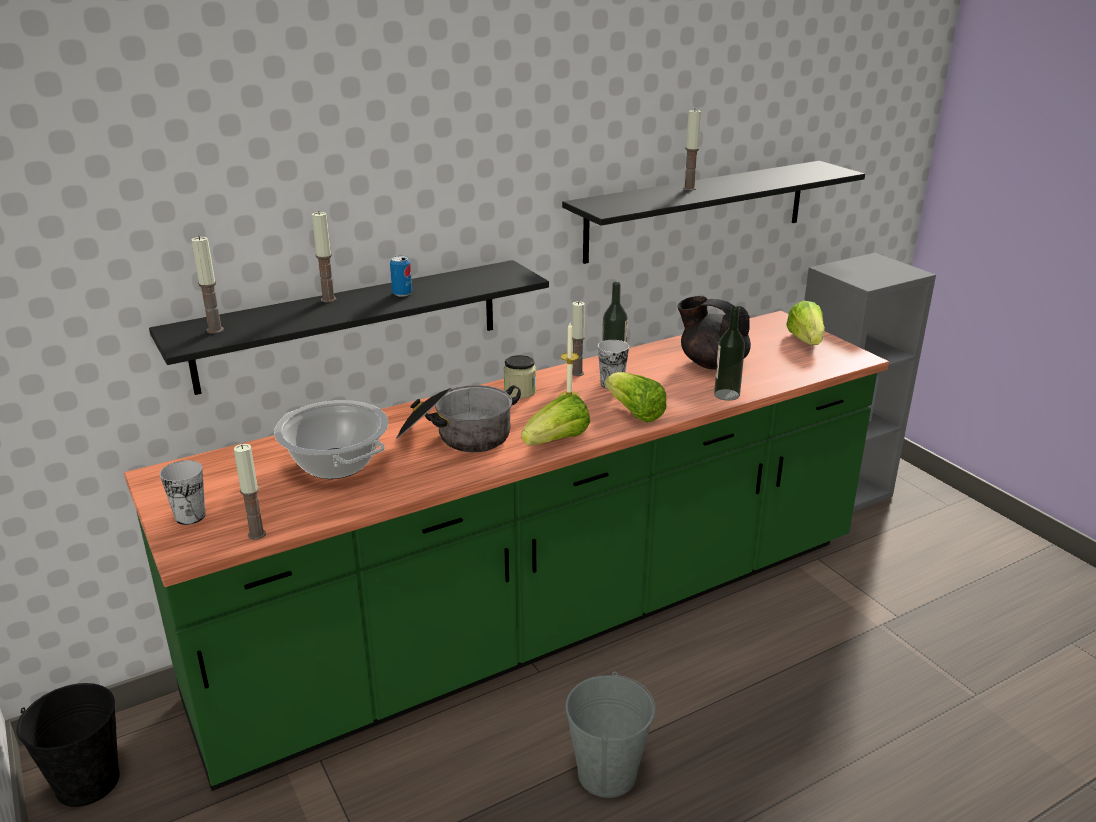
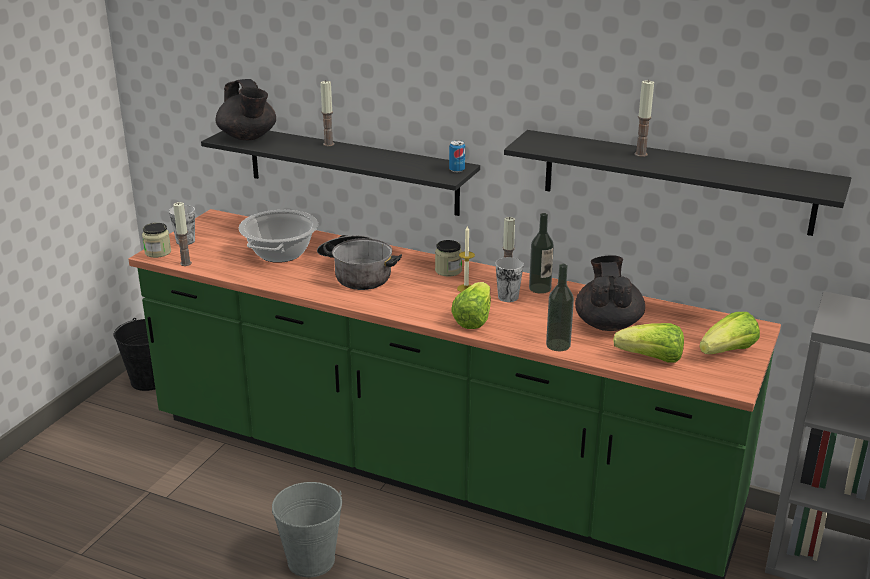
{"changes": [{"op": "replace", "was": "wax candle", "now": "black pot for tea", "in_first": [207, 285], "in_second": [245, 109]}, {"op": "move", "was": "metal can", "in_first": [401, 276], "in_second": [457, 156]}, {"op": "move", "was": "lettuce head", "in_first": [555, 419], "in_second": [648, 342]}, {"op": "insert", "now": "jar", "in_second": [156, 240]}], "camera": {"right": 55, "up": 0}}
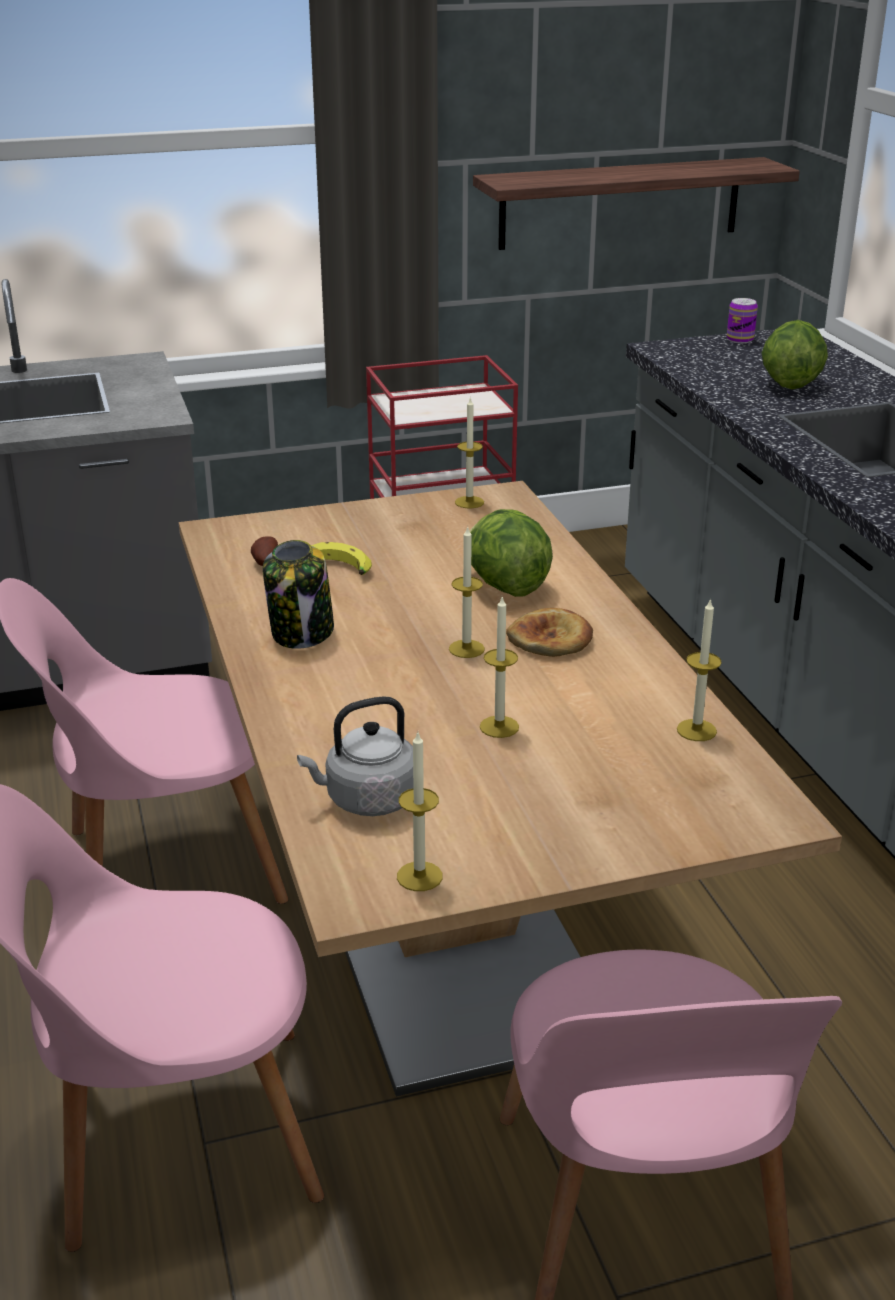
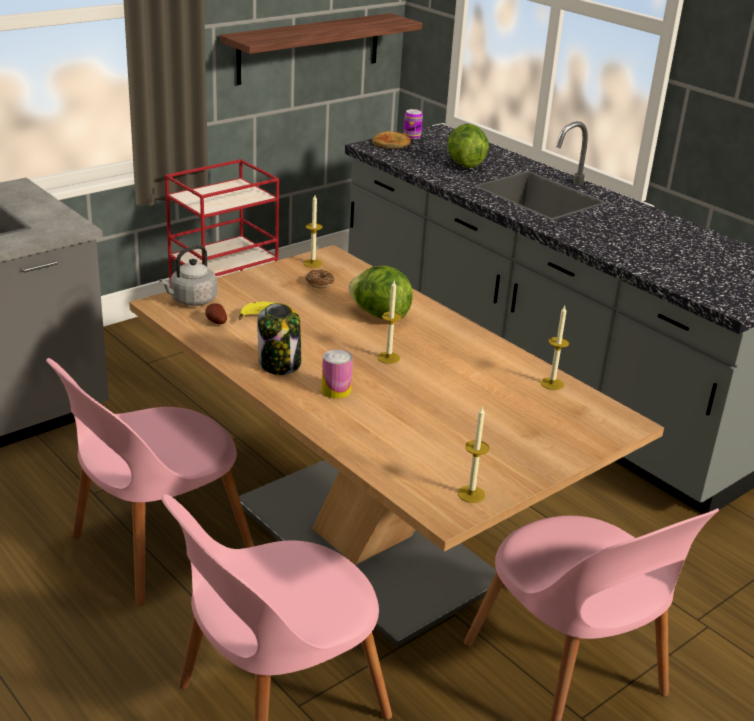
{"changes": [{"op": "move", "was": "gray tea kettle", "in_first": [355, 756], "in_second": [188, 275]}, {"op": "delete", "was": "wax candle", "in_first": [499, 667]}, {"op": "move", "was": "bakery bread", "in_first": [549, 632], "in_second": [391, 140]}, {"op": "insert", "now": "doughnut", "in_second": [320, 279]}, {"op": "insert", "now": "metal can", "in_second": [337, 374]}], "camera": {"right": -25, "up": 0}}
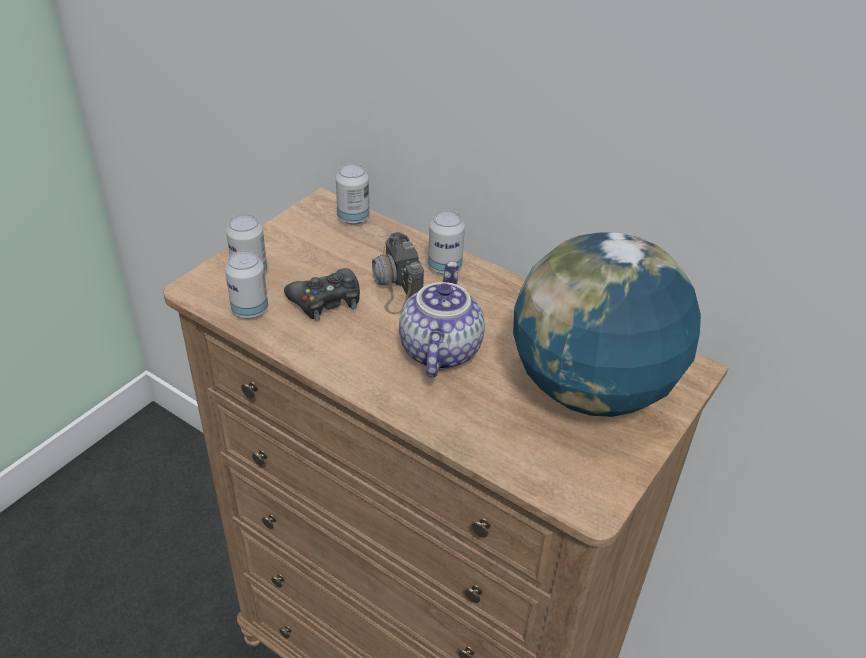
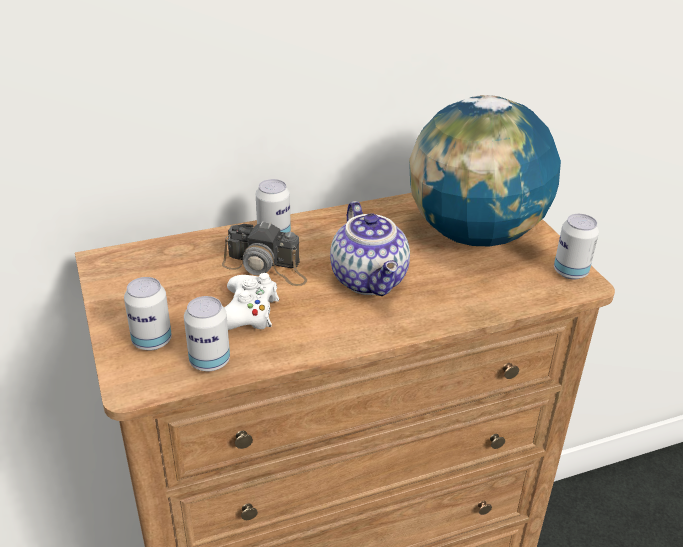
{"changes": [{"op": "recolor", "was": "black gamepad", "now": "whitish gamepad", "in_first": [322, 294], "in_second": [251, 301]}, {"op": "move", "was": "metal can", "in_first": [352, 194], "in_second": [576, 247]}, {"op": "rotate", "was": "pot for tea", "in_first": [442, 319], "in_second": [370, 248], "clockwise": -150}], "camera": {"right": -55, "up": -5}}
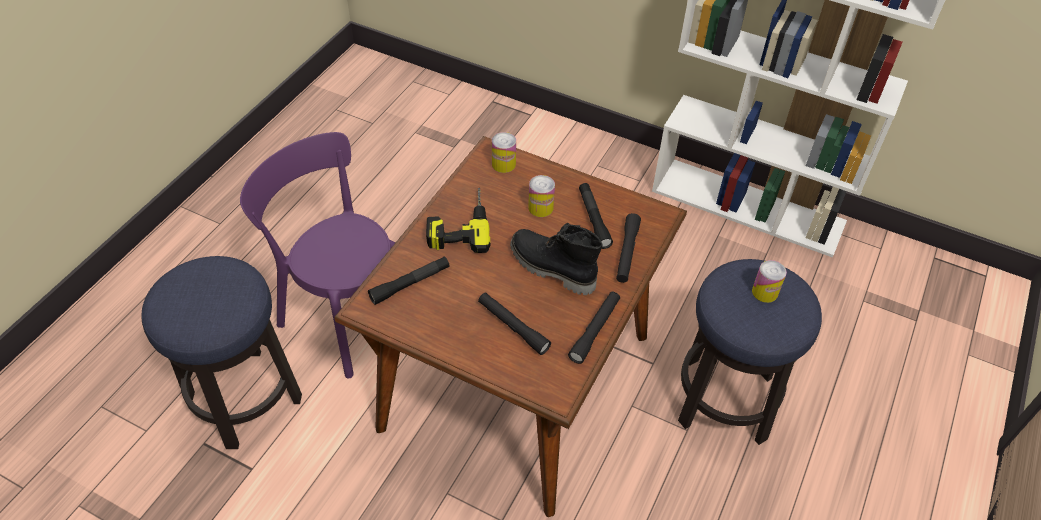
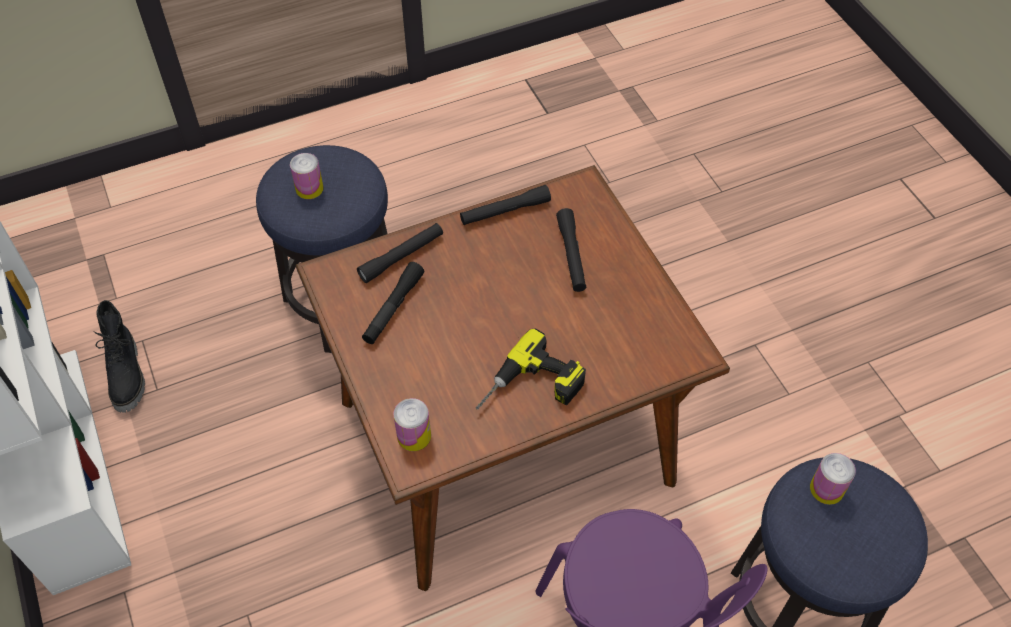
{"changes": [{"op": "delete", "was": "black torch", "in_first": [409, 280]}, {"op": "move", "was": "black high-top boot", "in_first": [556, 259], "in_second": [119, 356]}, {"op": "move", "was": "metal can", "in_first": [541, 196], "in_second": [833, 479]}], "camera": {"right": -140, "up": 5}}
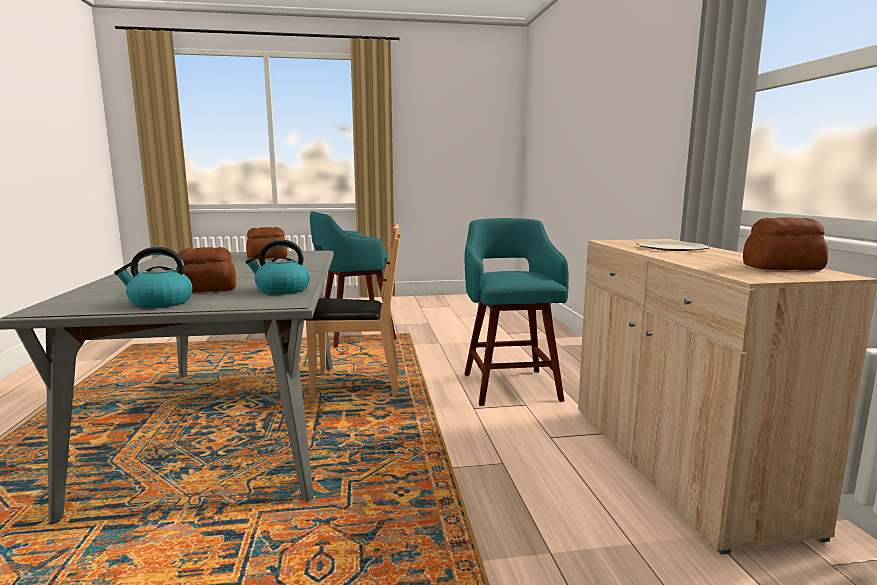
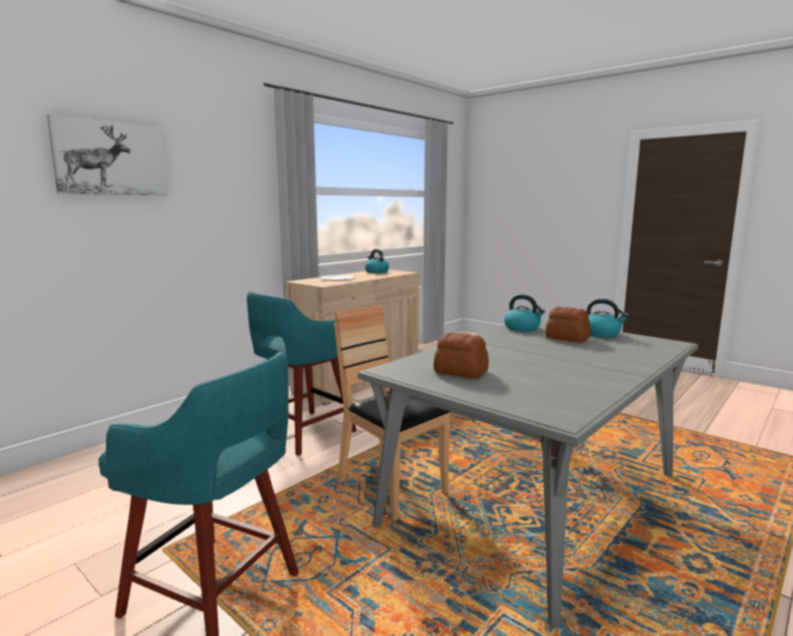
{"changes": [{"op": "replace", "was": "bakery bread", "now": "tea kettle", "in_first": [785, 243], "in_second": [377, 261]}, {"op": "insert", "now": "wall picture", "in_second": [107, 154]}], "camera": {"right": -130, "up": 0}}
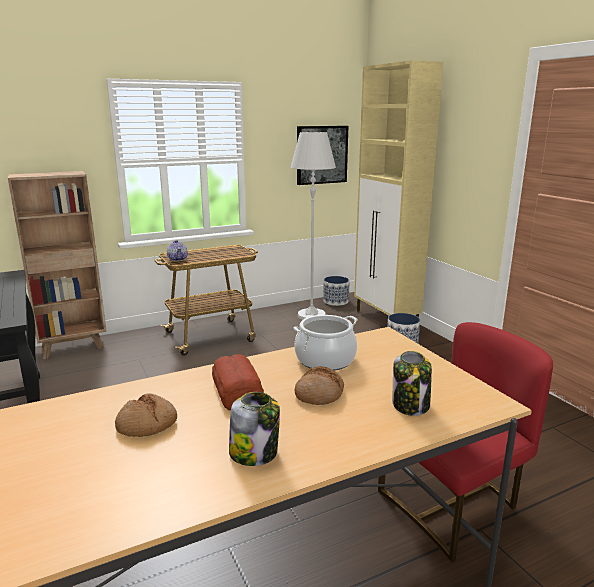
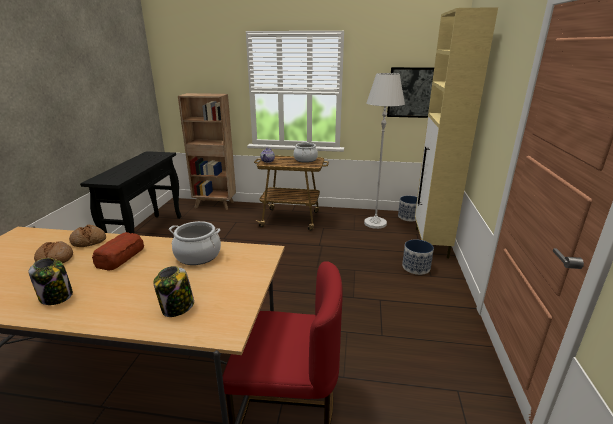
{"changes": [{"op": "move", "was": "bakery bread", "in_first": [319, 385], "in_second": [87, 236]}, {"op": "insert", "now": "stockpot", "in_second": [306, 152]}], "camera": {"right": 35, "up": 5}}
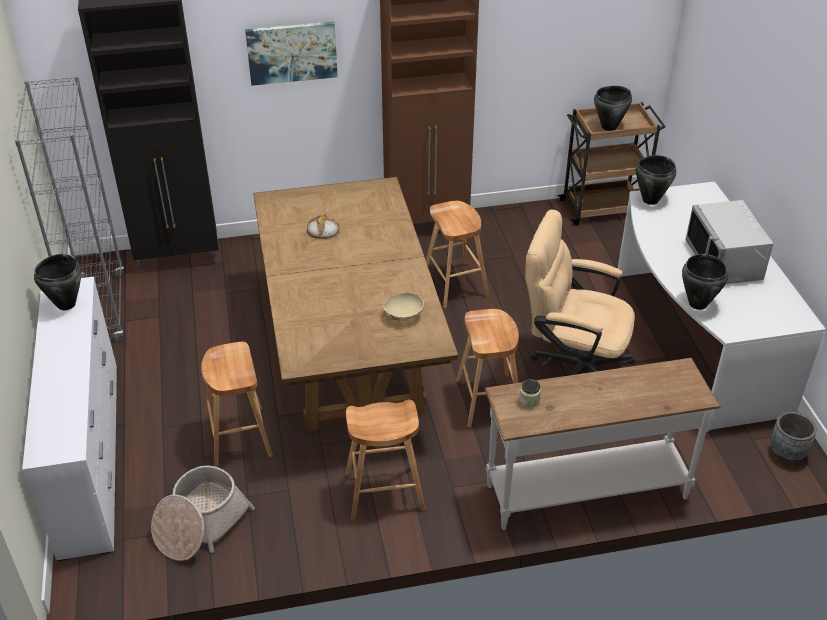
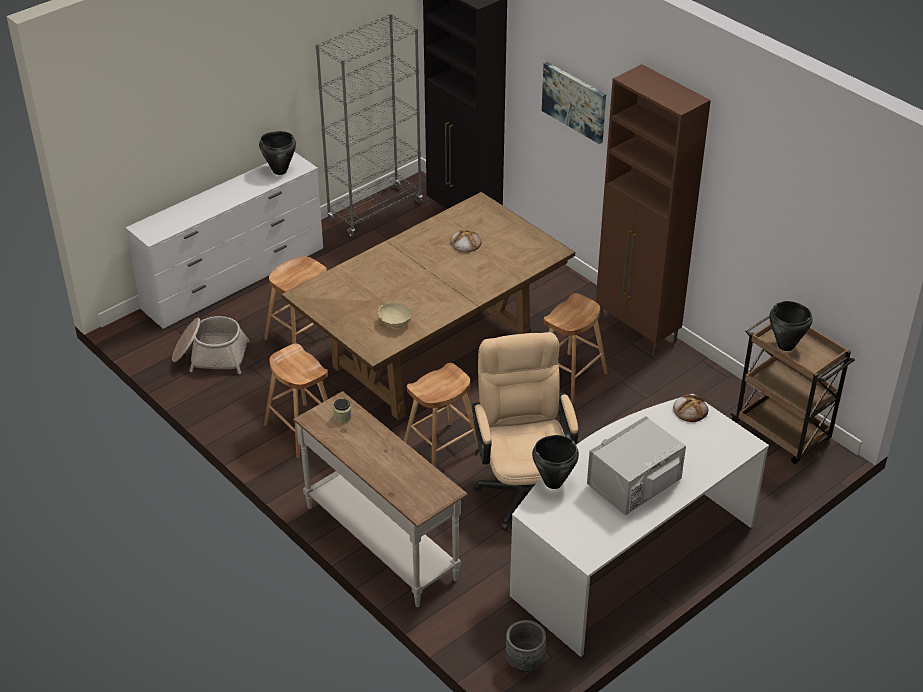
{"changes": [{"op": "replace", "was": "black stockpot", "now": "bakery bread", "in_first": [656, 180], "in_second": [690, 408]}], "camera": {"right": 60, "up": 0}}
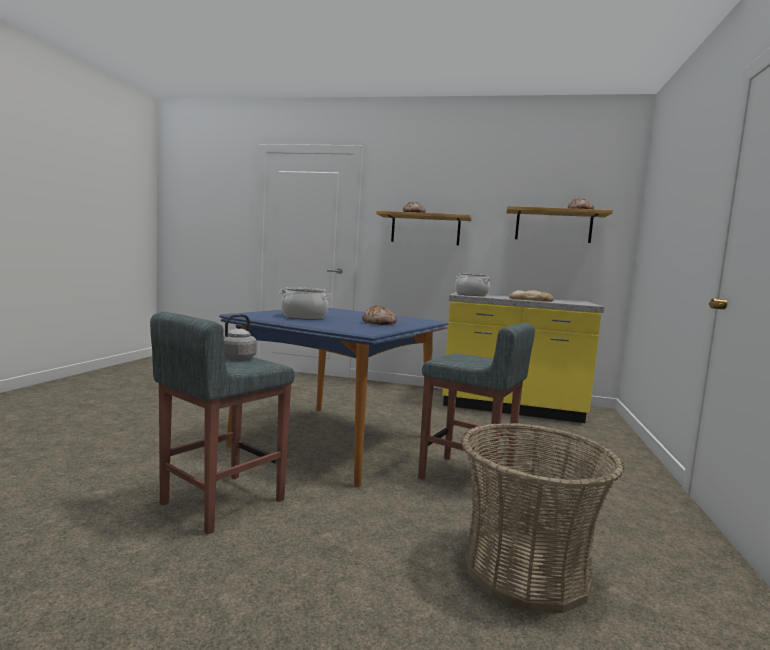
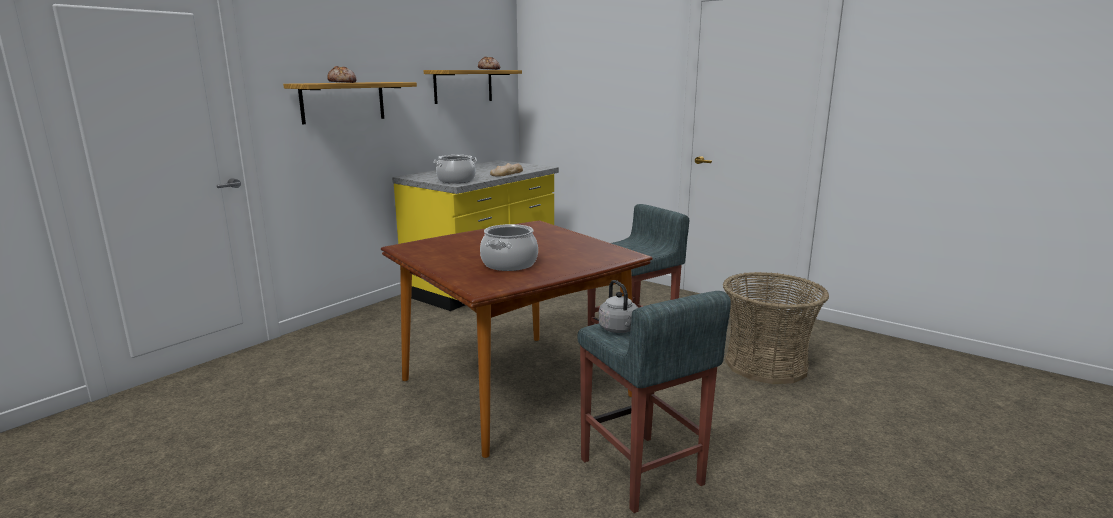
{"changes": [{"op": "recolor", "was": "blue kitchen table", "now": "brown kitchen table", "in_first": [334, 397], "in_second": [517, 339]}, {"op": "delete", "was": "bakery bread", "in_first": [379, 315]}], "camera": {"right": -65, "up": 10}}
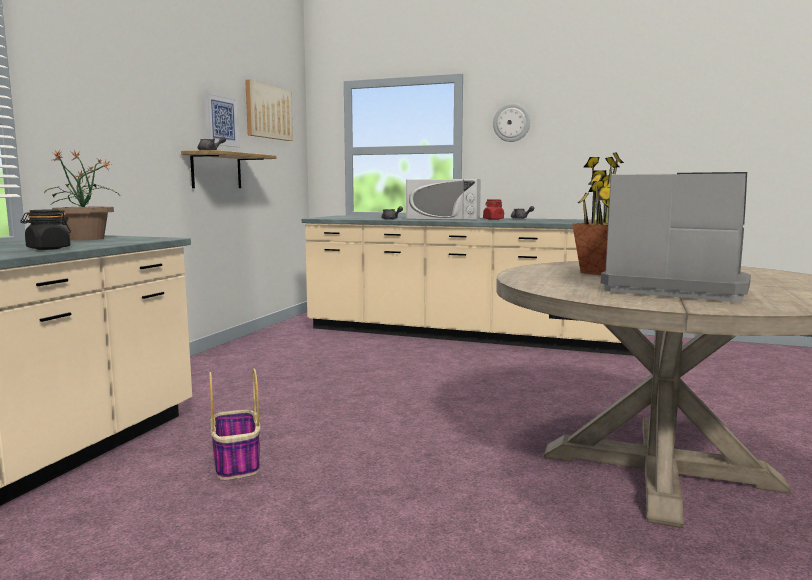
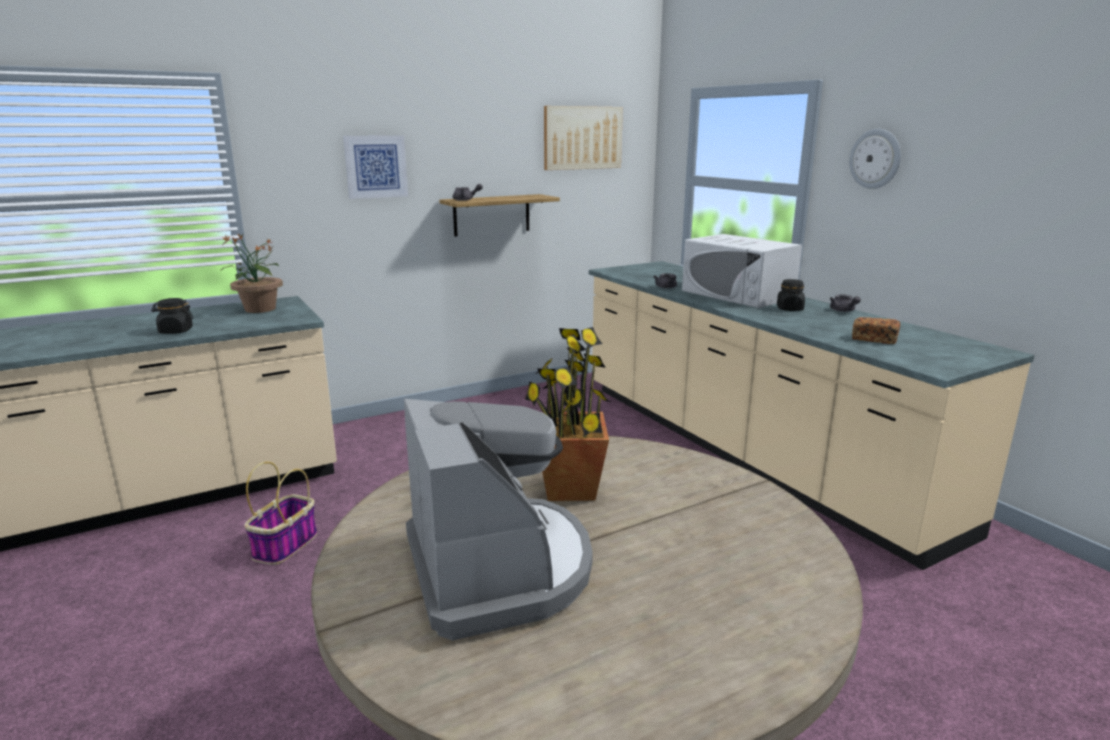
{"changes": [{"op": "move", "was": "wall picture", "in_first": [222, 119], "in_second": [375, 167]}, {"op": "recolor", "was": "red-coloured jar", "now": "black jar", "in_first": [493, 209], "in_second": [791, 295]}, {"op": "insert", "now": "bakery bread", "in_second": [876, 330]}], "camera": {"right": 40, "up": 10}}
